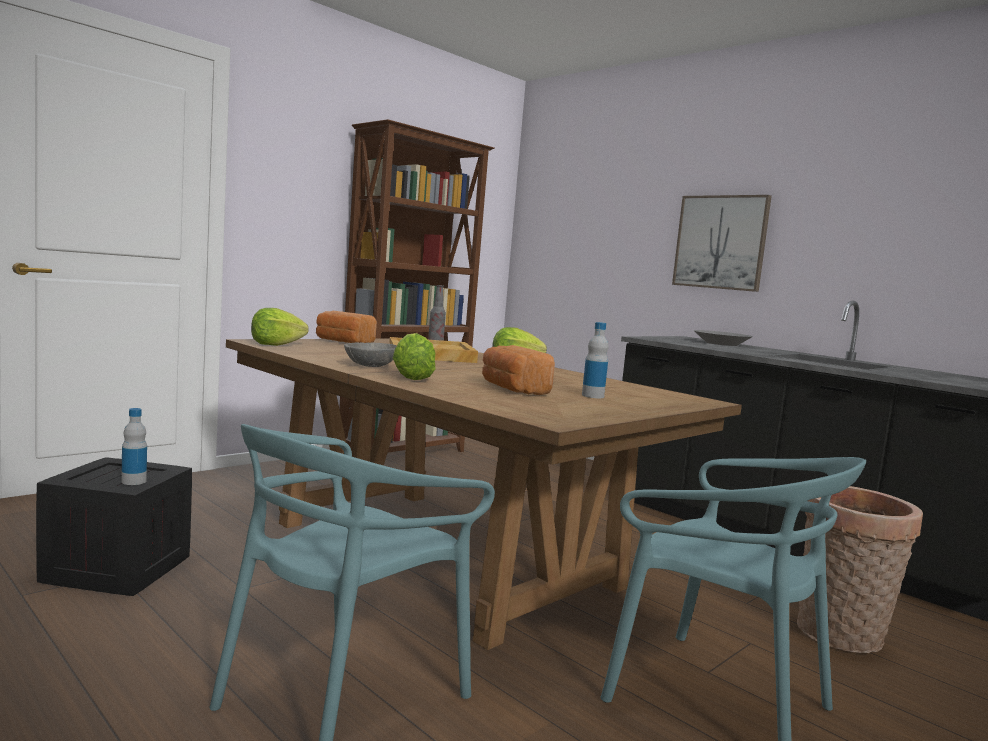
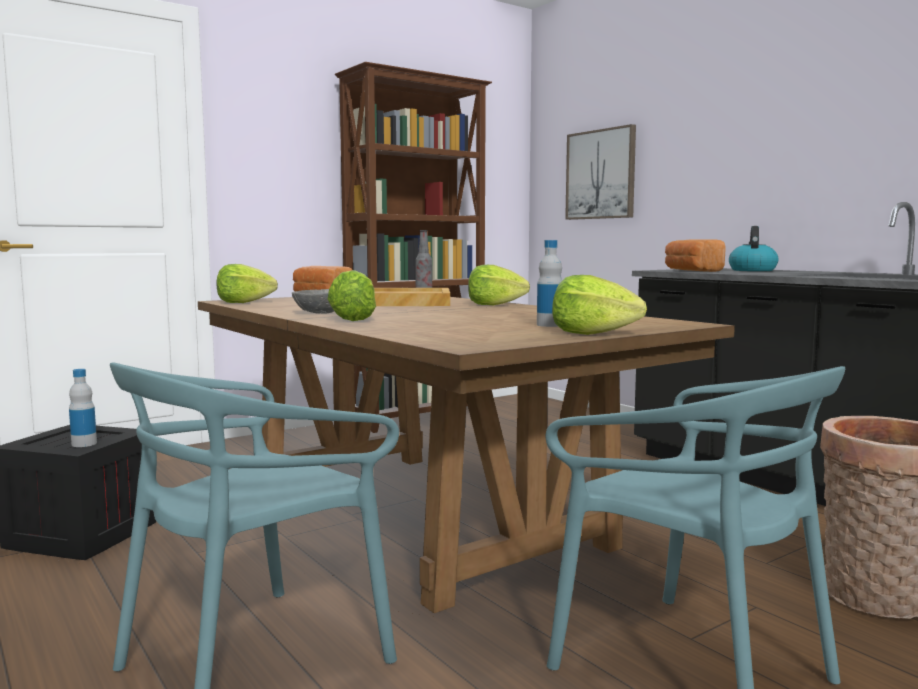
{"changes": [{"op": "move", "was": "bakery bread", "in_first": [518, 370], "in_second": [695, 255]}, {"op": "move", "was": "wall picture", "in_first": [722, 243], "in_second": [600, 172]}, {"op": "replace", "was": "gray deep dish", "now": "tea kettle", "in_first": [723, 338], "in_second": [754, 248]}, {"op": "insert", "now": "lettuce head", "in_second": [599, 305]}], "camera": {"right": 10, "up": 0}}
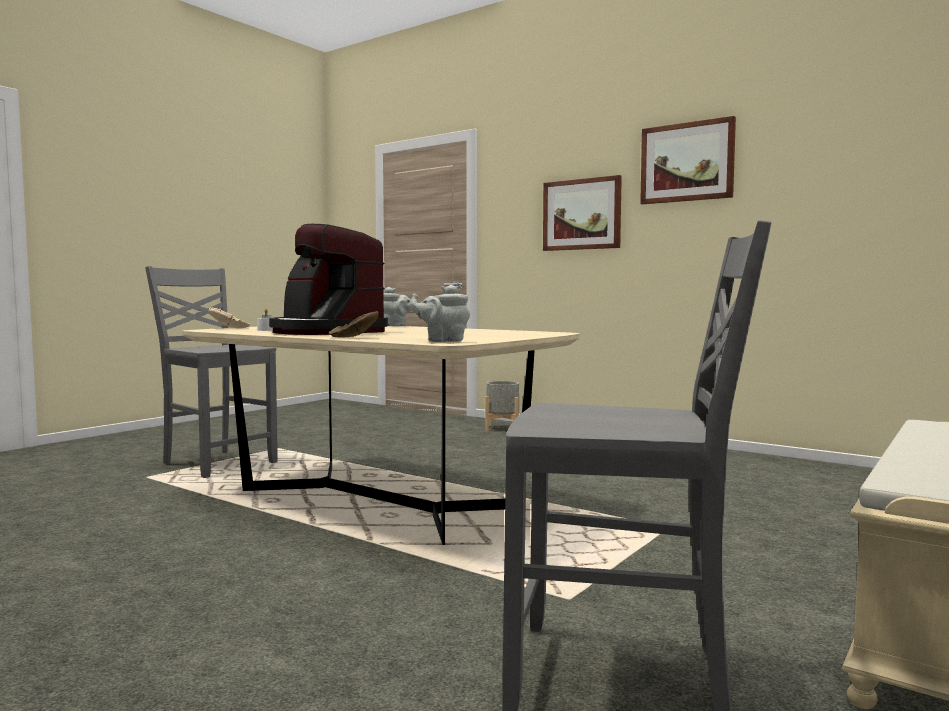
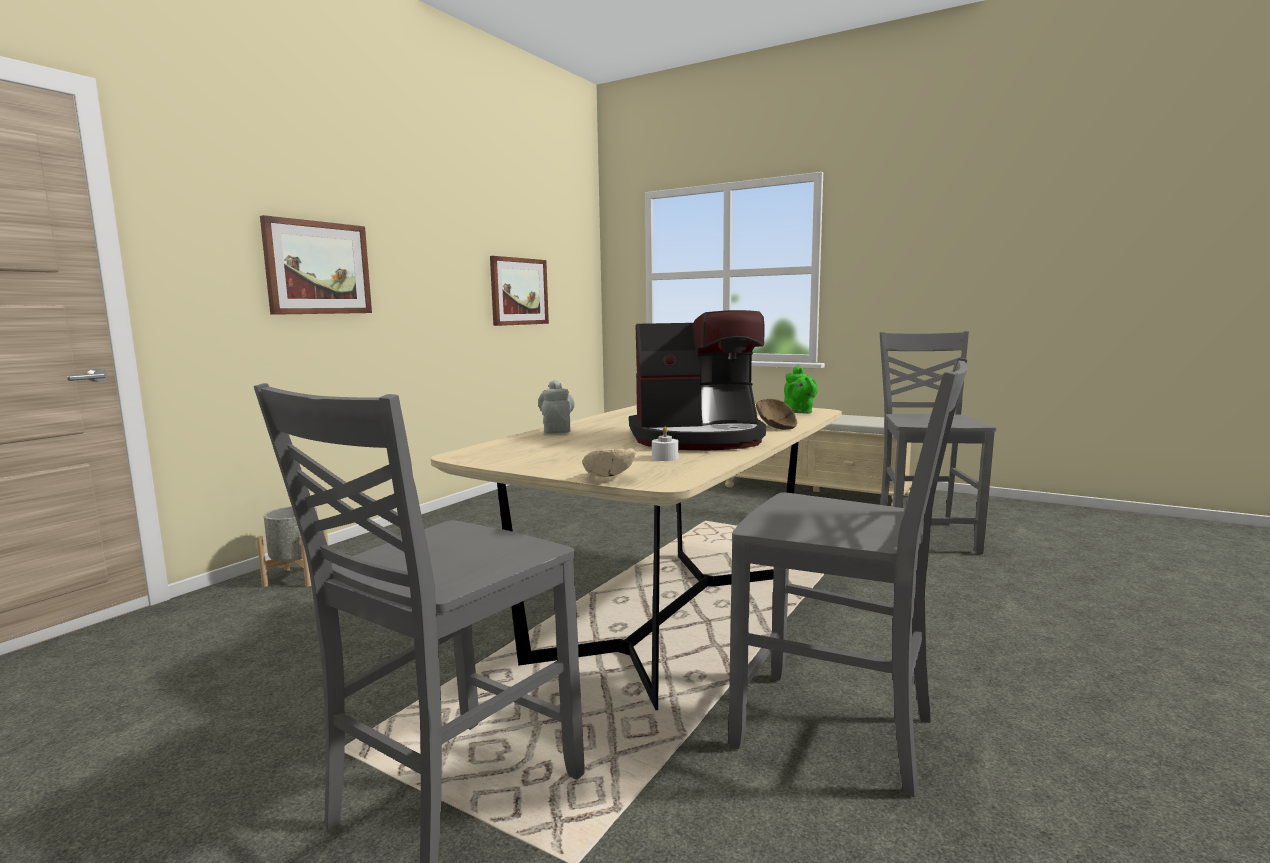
{"changes": [{"op": "rotate", "was": "coffee maker", "in_first": [328, 279], "in_second": [697, 380], "clockwise": 45}, {"op": "recolor", "was": "gray pot for tea", "now": "green-coloured pot for tea", "in_first": [439, 313], "in_second": [801, 390]}, {"op": "move", "was": "wall picture", "in_first": [688, 160], "in_second": [519, 291]}, {"op": "insert", "now": "gray upright chair", "in_second": [848, 577]}], "camera": {"right": -95, "up": 5}}
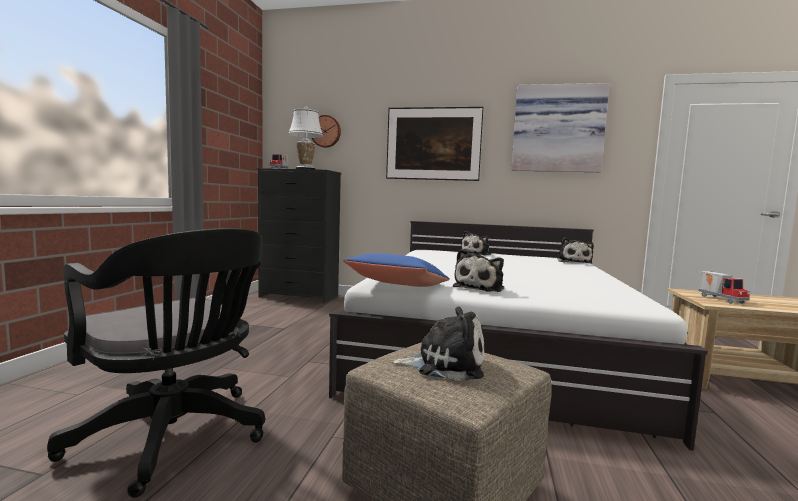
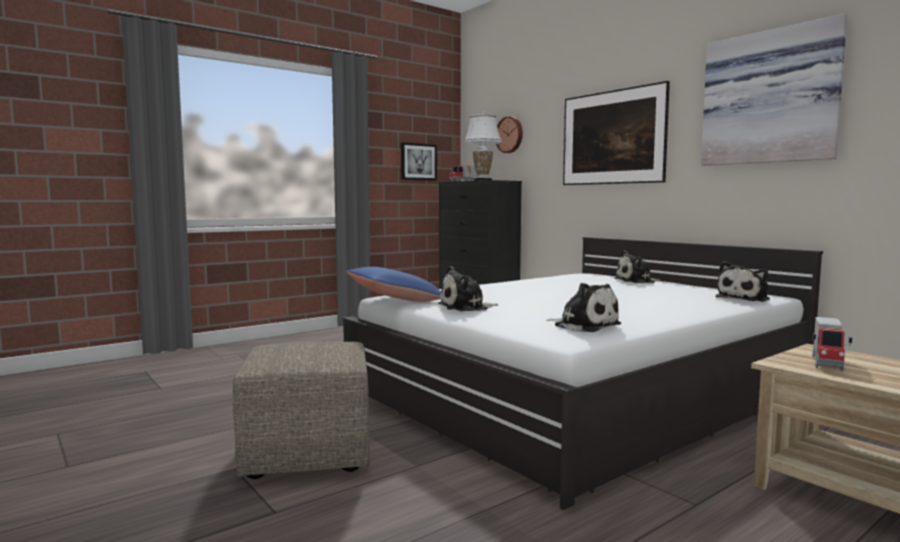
{"changes": [{"op": "delete", "was": "black computer chair", "in_first": [156, 363]}, {"op": "move", "was": "cuddly toy", "in_first": [437, 344], "in_second": [583, 307]}, {"op": "insert", "now": "wall picture", "in_second": [419, 161]}], "camera": {"right": 40, "up": 0}}
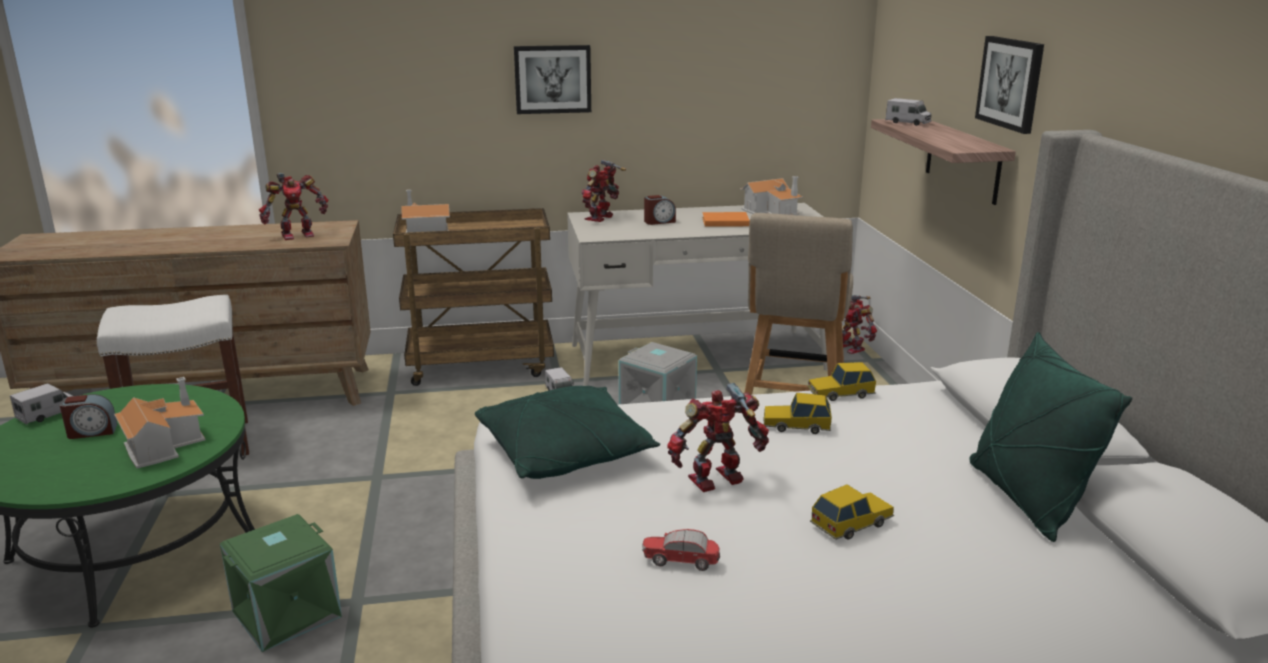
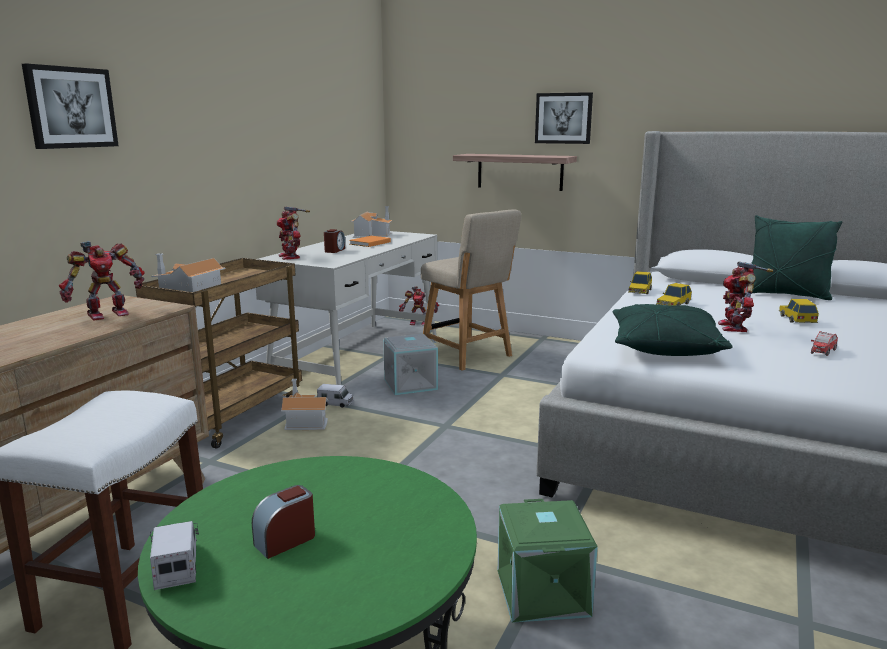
{"changes": [{"op": "rotate", "was": "bedside clock", "in_first": [89, 416], "in_second": [283, 522], "clockwise": -150}, {"op": "move", "was": "miniature house", "in_first": [159, 422], "in_second": [304, 404]}, {"op": "rotate", "was": "robot figure", "in_first": [293, 206], "in_second": [102, 281], "clockwise": 45}, {"op": "move", "was": "wall picture", "in_first": [552, 79], "in_second": [70, 106]}, {"op": "delete", "was": "toy truck", "in_first": [909, 112]}], "camera": {"right": -55, "up": -5}}
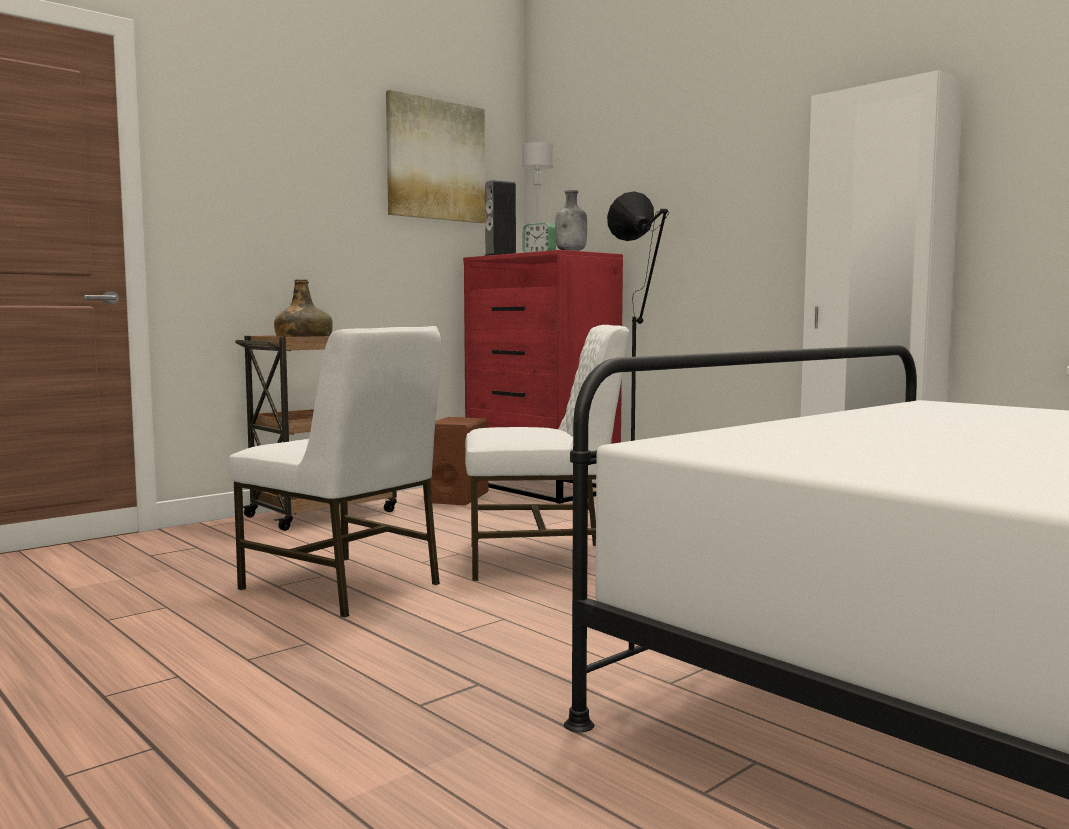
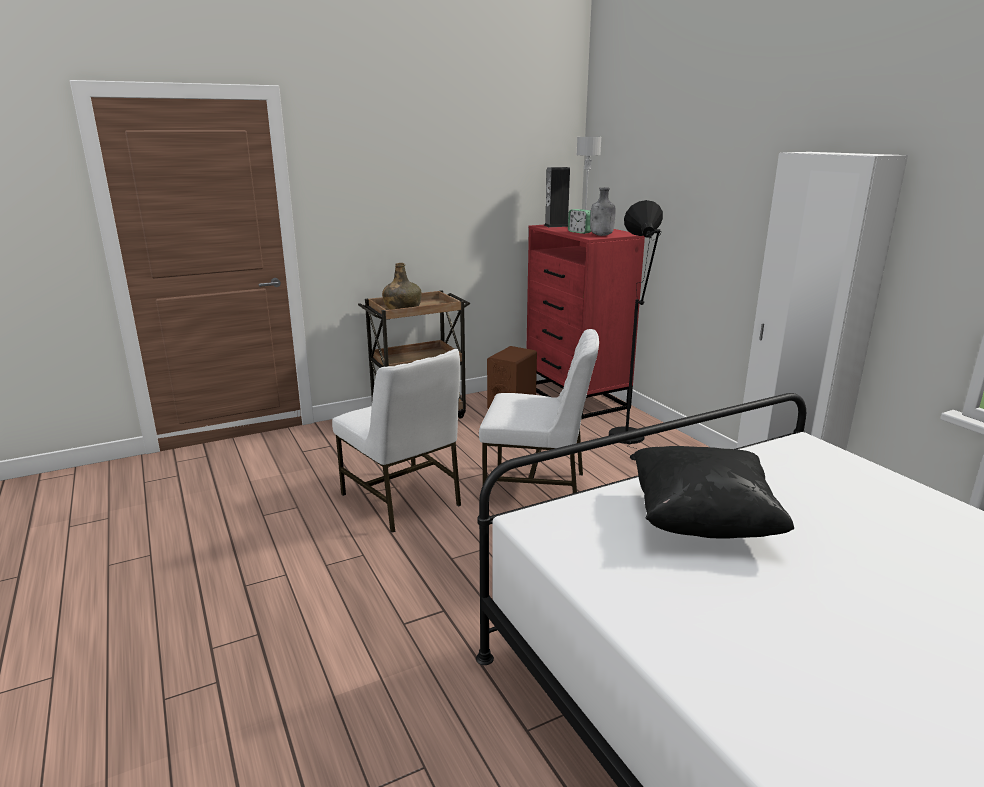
{"changes": [{"op": "delete", "was": "wall picture", "in_first": [435, 156]}, {"op": "insert", "now": "black pillow", "in_second": [714, 492]}], "camera": {"right": 15, "up": 15}}
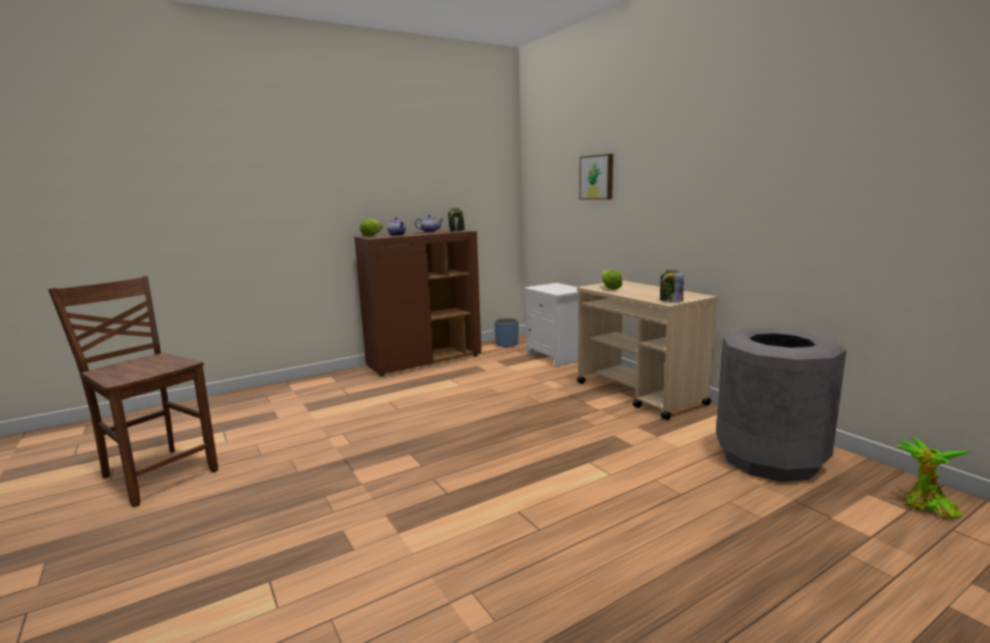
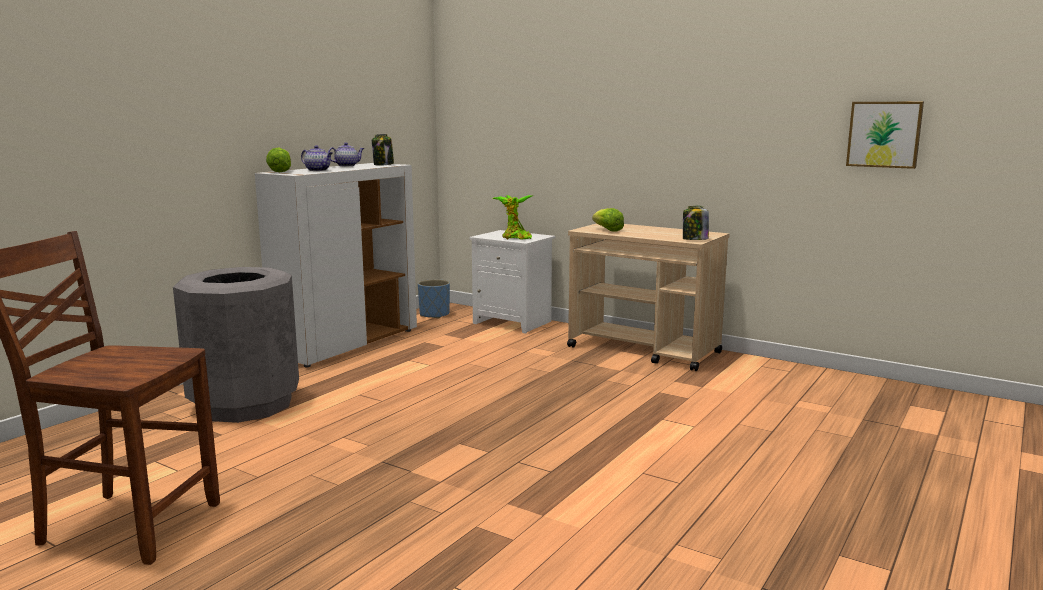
{"changes": [{"op": "recolor", "was": "brown cupboard", "now": "whitish cupboard", "in_first": [417, 303], "in_second": [336, 265]}, {"op": "move", "was": "wall picture", "in_first": [596, 177], "in_second": [885, 135]}, {"op": "move", "was": "gray rubbish bin", "in_first": [781, 404], "in_second": [236, 345]}, {"op": "move", "was": "potted plant", "in_first": [933, 477], "in_second": [512, 217]}], "camera": {"right": -25, "up": 0}}
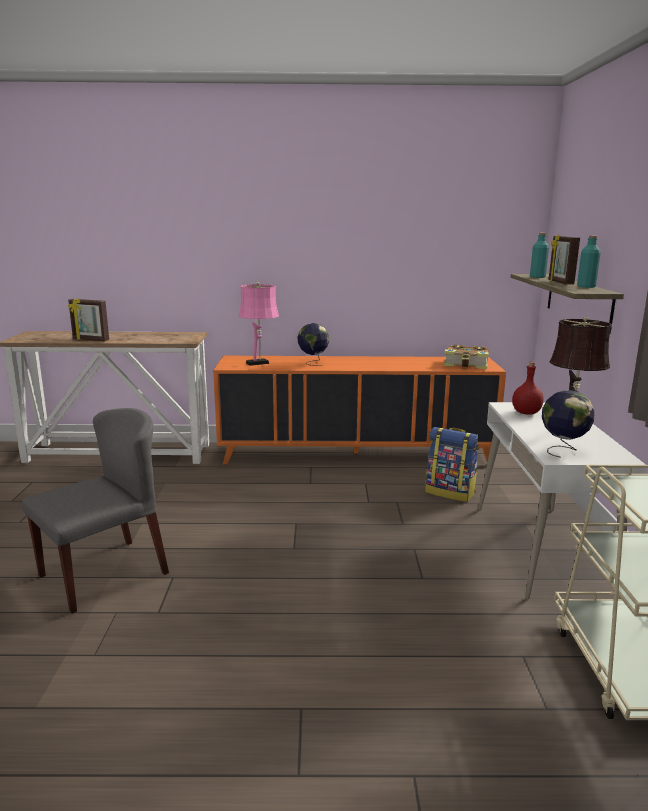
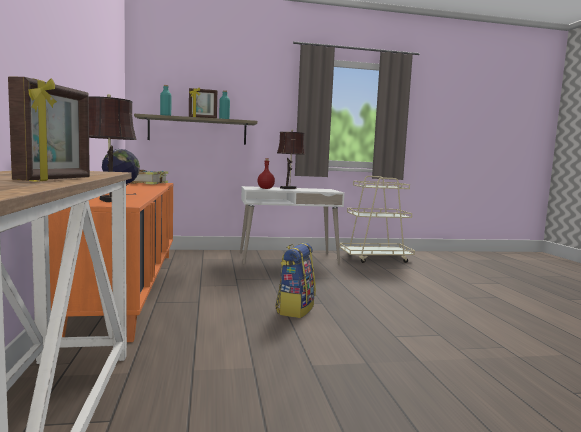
{"changes": [{"op": "delete", "was": "gray upright chair", "in_first": [95, 511]}, {"op": "recolor", "was": "pink lamp for a table", "now": "brown lamp for a table", "in_first": [259, 324], "in_second": [113, 148]}, {"op": "move", "was": "rucksack", "in_first": [452, 464], "in_second": [295, 280]}, {"op": "delete", "was": "globe", "in_first": [568, 424]}], "camera": {"right": -100, "up": -10}}
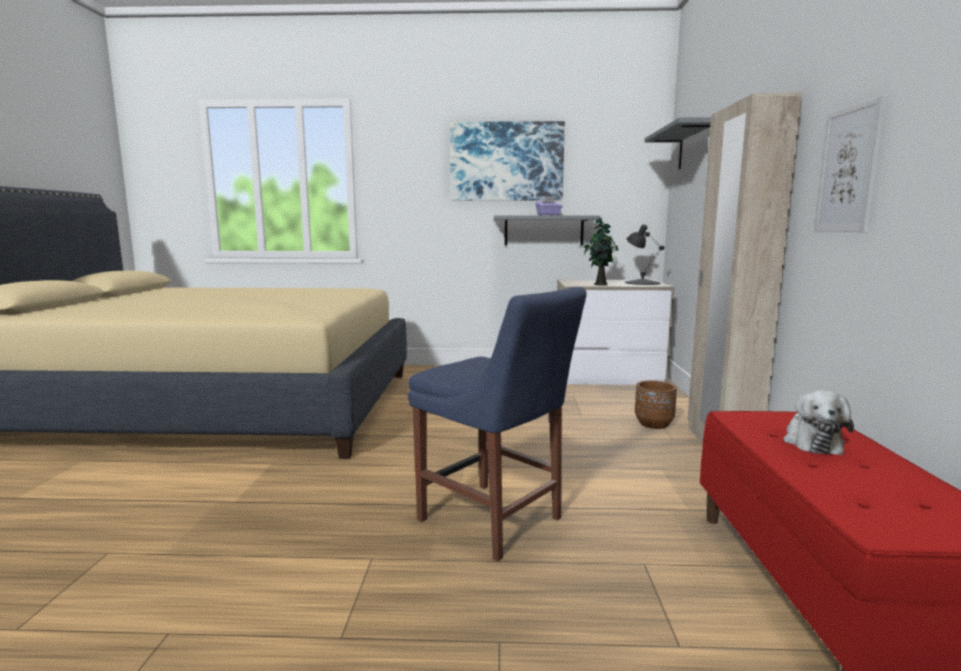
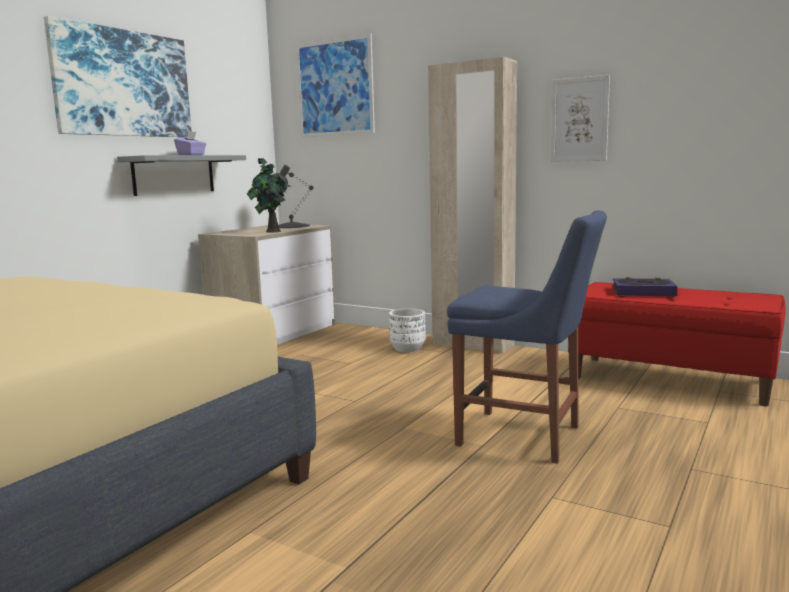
{"changes": [{"op": "rotate", "was": "blue upright chair", "in_first": [497, 424], "in_second": [527, 337], "clockwise": 45}, {"op": "recolor", "was": "brown flower pot", "now": "whitish flower pot", "in_first": [656, 404], "in_second": [407, 330]}, {"op": "replace", "was": "gray wall shelf", "now": "wall picture", "in_first": [678, 143], "in_second": [335, 85]}, {"op": "replace", "was": "cuddly toy", "now": "book", "in_first": [818, 422], "in_second": [644, 287]}], "camera": {"right": -60, "up": 0}}
